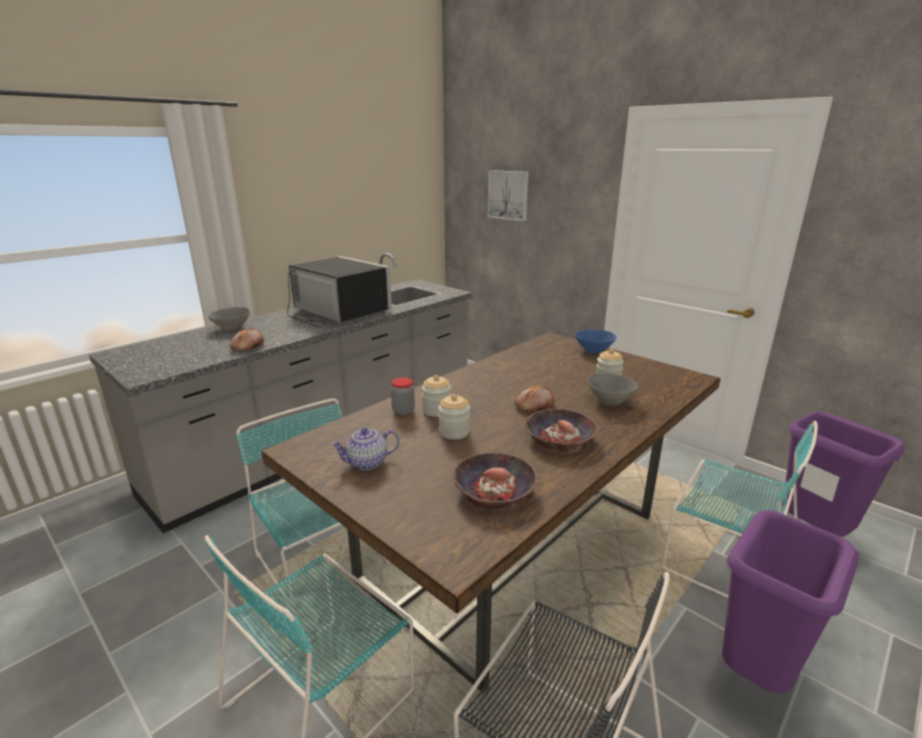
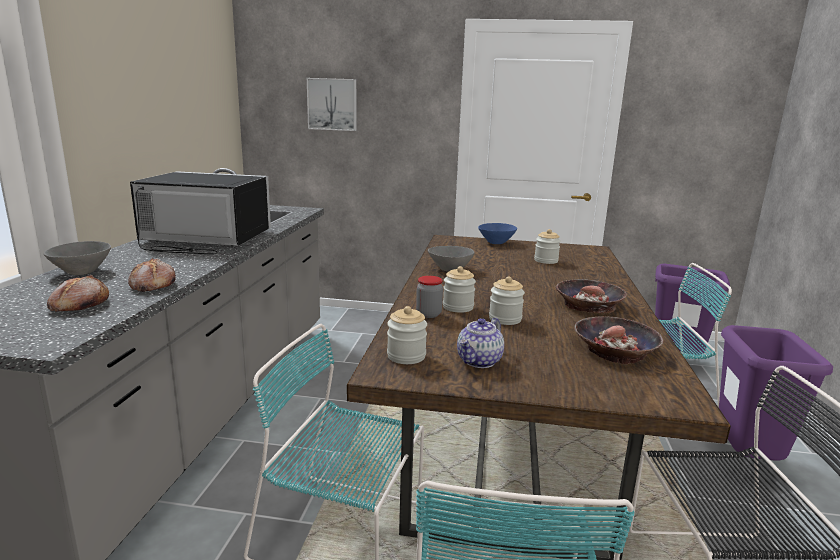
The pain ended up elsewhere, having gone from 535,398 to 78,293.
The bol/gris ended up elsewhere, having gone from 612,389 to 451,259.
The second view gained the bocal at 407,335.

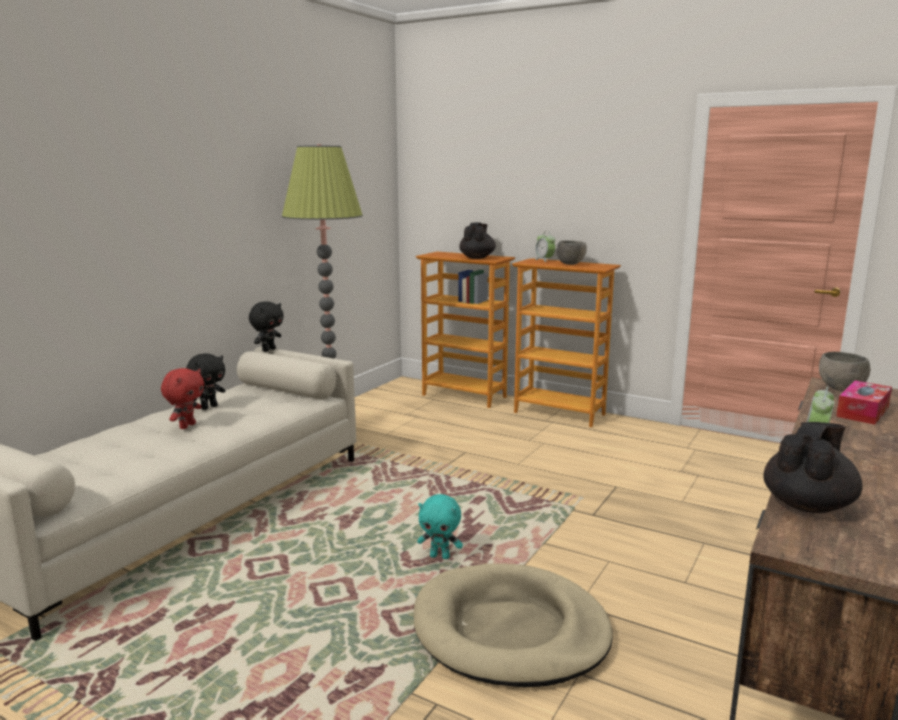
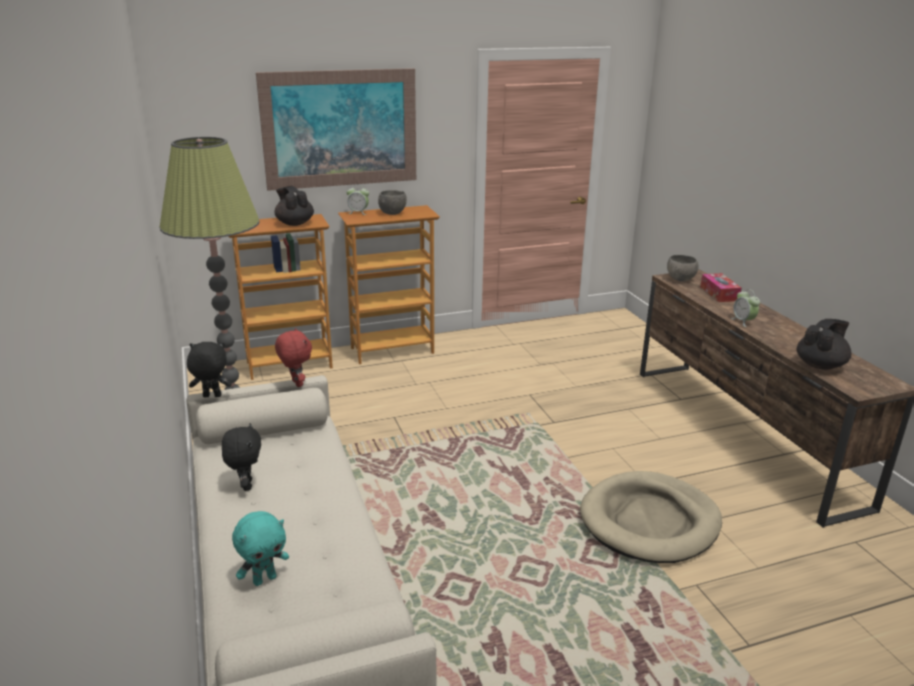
The peluche/rouge ended up elsewhere, having gone from 182,398 to 293,357.
The peluche/noir at 266,326 ended up facing another way, 75 degrees counterclockwise from before.
The peluche/turquoise ended up elsewhere, having gone from 440,526 to 260,548.
The théière/noir at 813,467 ended up facing another way, 60 degrees clockwise from before.
The second view gained the tableau at 336,129.

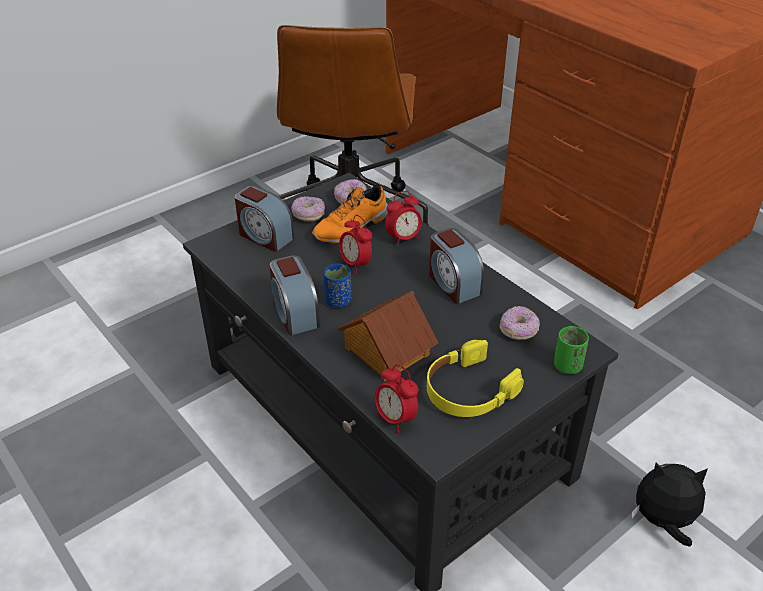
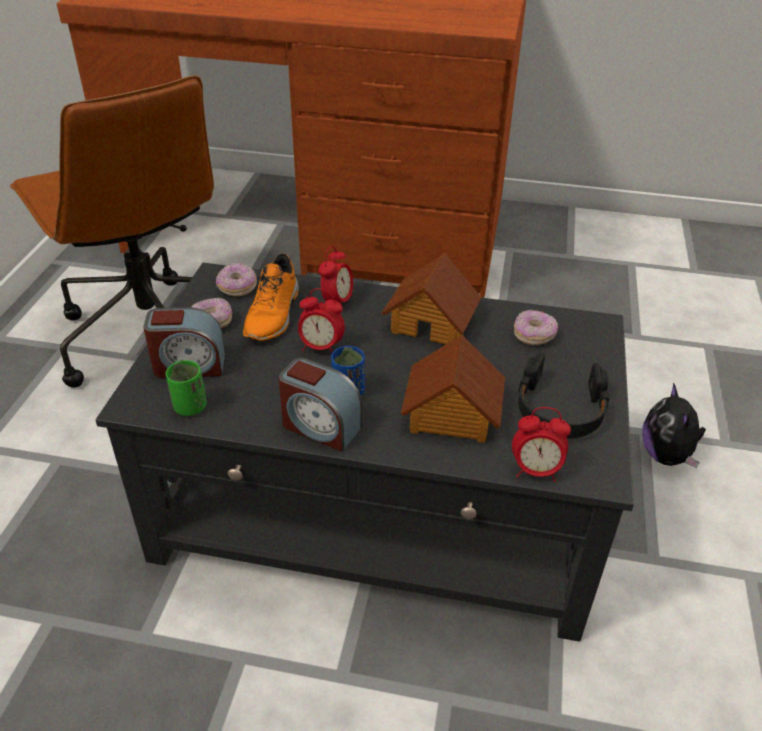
What was the casque audio/jaune at 475,378 turned into the casque audio/noir at 563,396.
Where the réveil stood at 456,266, the maison miniature came to stand at 432,299.
The tasse/vert ended up elsewhere, having gone from 571,350 to 186,388.
The peluche at 670,505 ended up facing another way, 60 degrees counterclockwise from before.

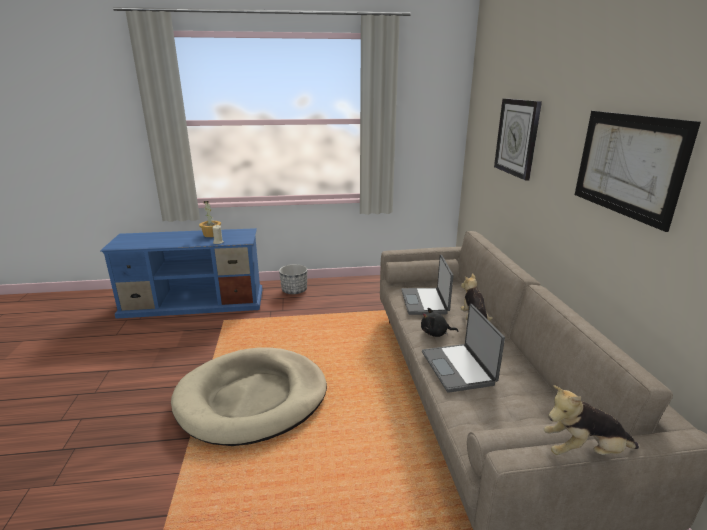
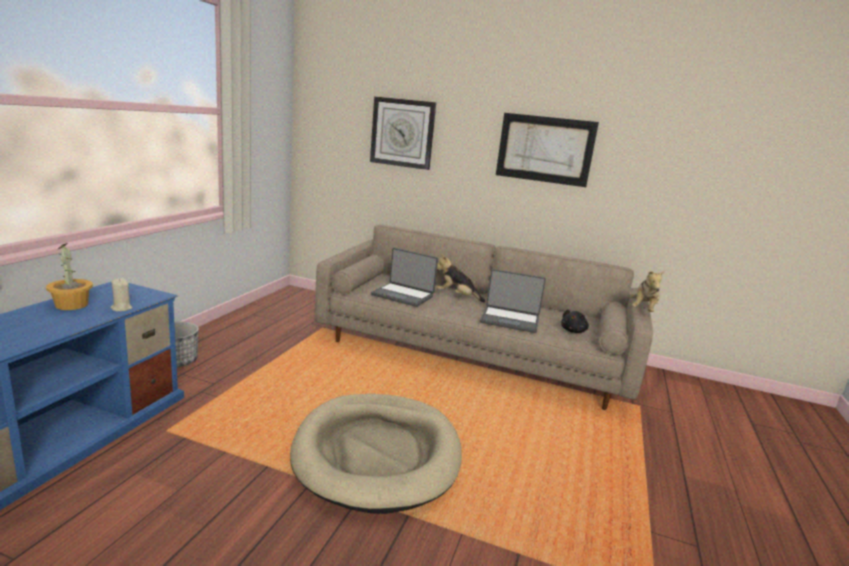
The peluche/noir ended up elsewhere, having gone from 440,322 to 575,321.

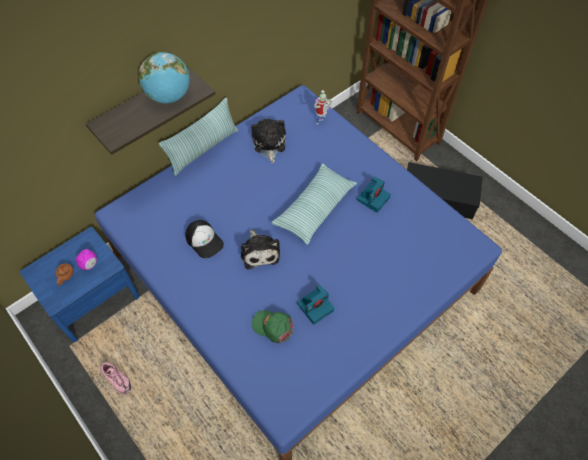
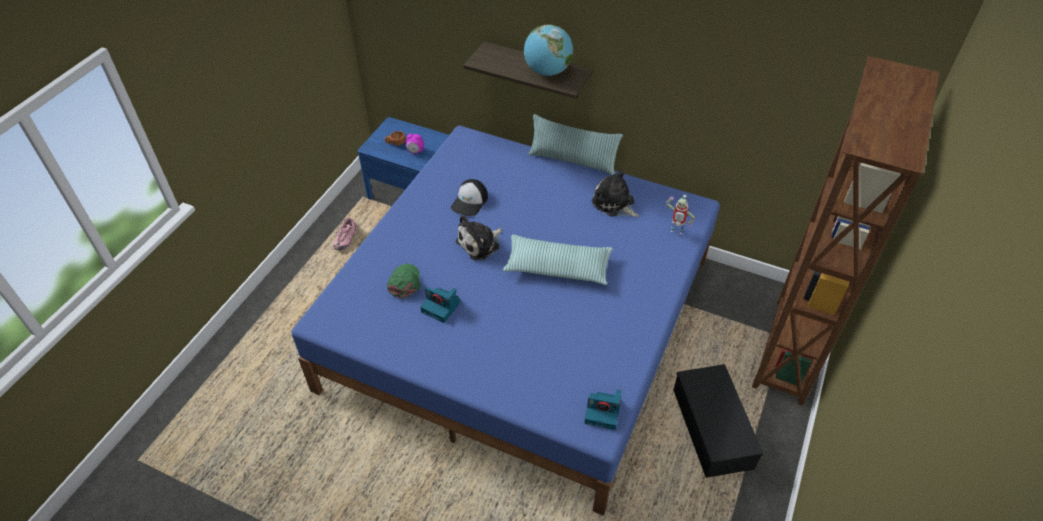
The peluche at 268,141 ended up facing another way, 105 degrees counterclockwise from before.
The appareil photo ended up elsewhere, having gone from 374,194 to 602,409.

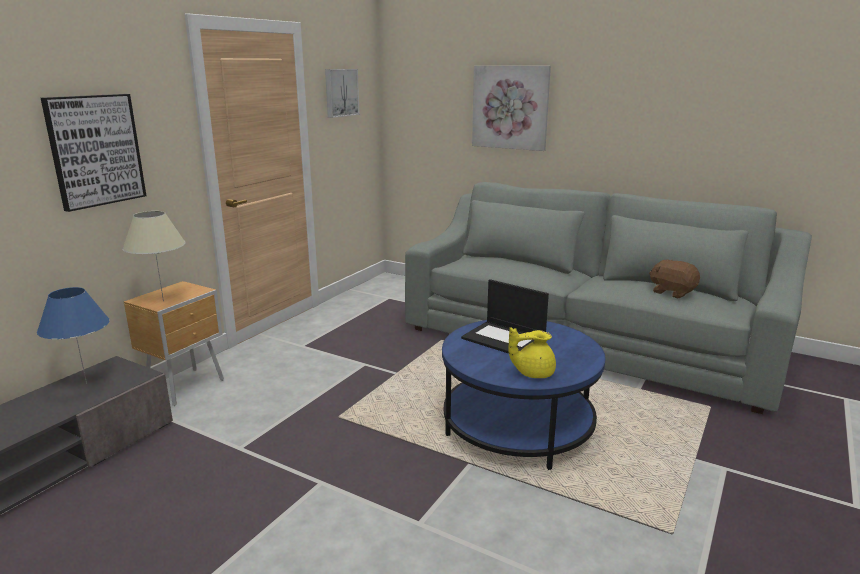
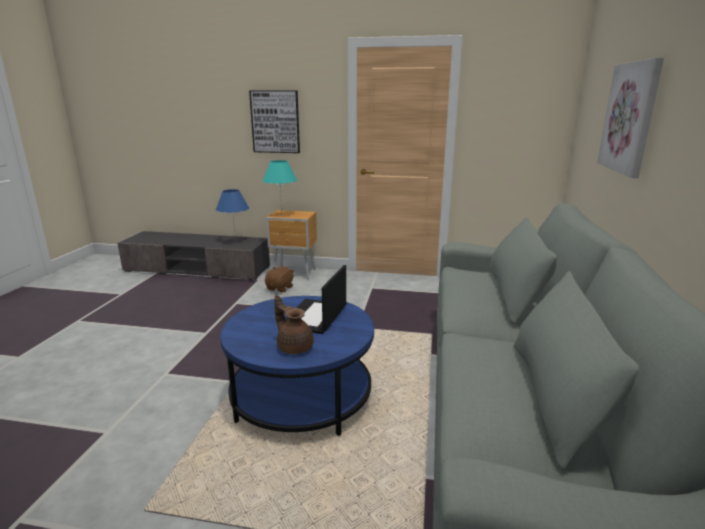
What was the lampe de table/beige at 154,256 turned into the lampe de table/turquoise at 280,186.
The second view lost the tableau at 342,93.
The second view lost the théière/jaune at 532,352.
The peluche/marron ended up elsewhere, having gone from 674,278 to 279,279.
The second view gained the théière/marron at 294,324.

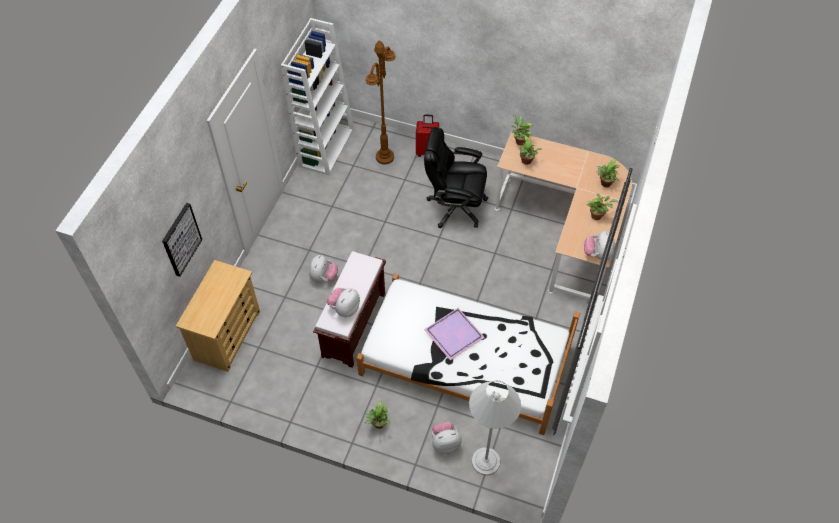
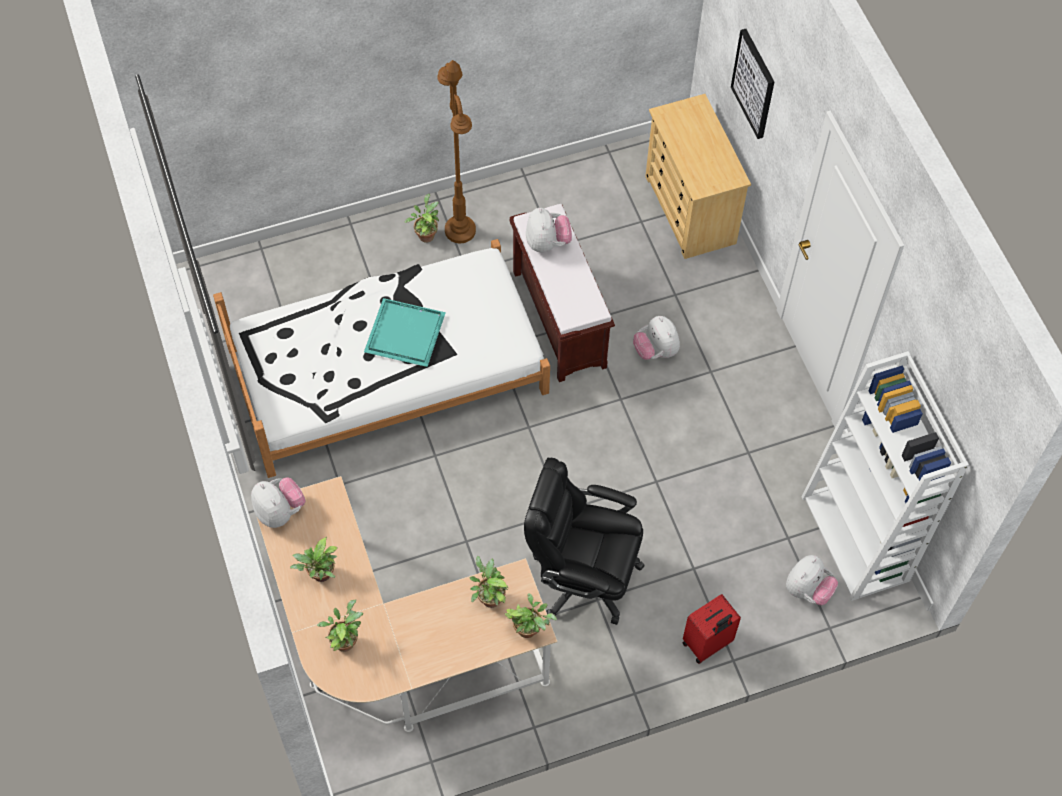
The lampadaire/marron ended up elsewhere, having gone from 380,102 to 456,151.
The chaise de bureau/noir at 456,177 ended up facing another way, 135 degrees counterclockwise from before.
What was the plateau/violet at 454,334 turned into the plateau/turquoise at 405,332.
The peluche ended up elsewhere, having gone from 447,438 to 812,580.
The second view lost the lampadaire/blanc at 495,427.

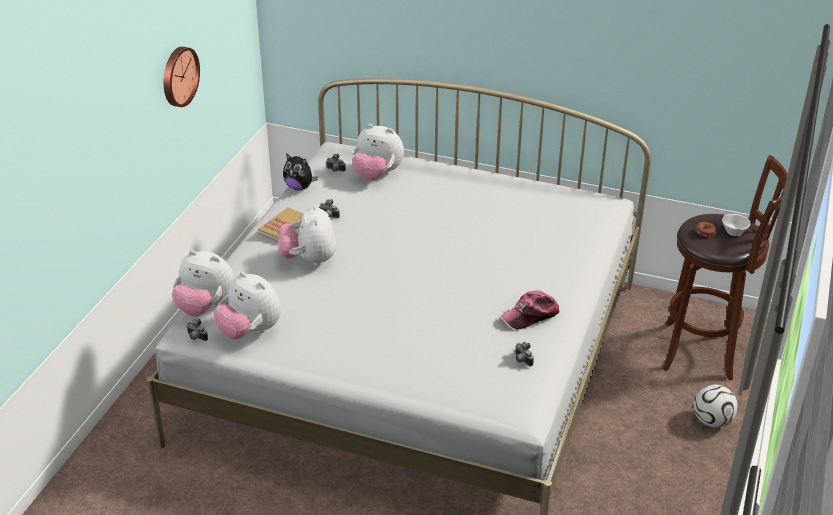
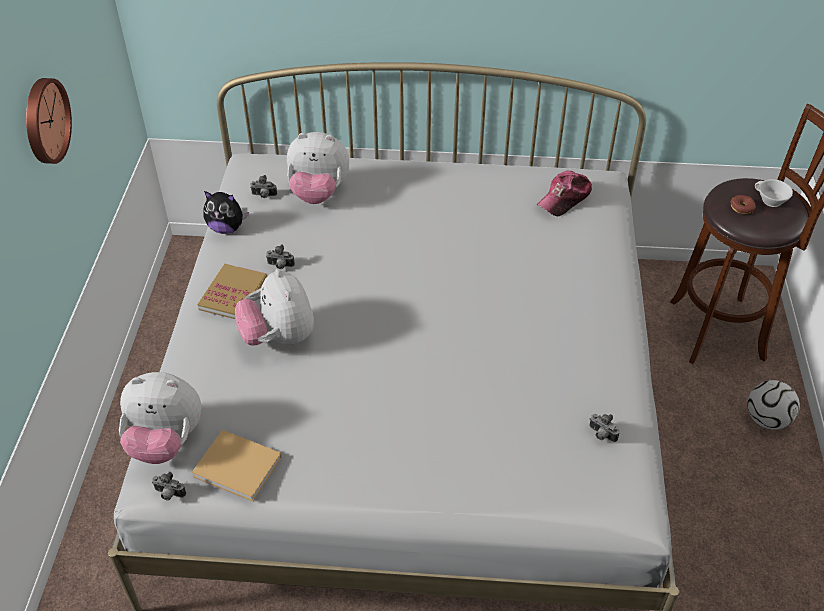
Where the peluche stood at 247,305, the livre/beige came to stand at 237,466.
The casquette ended up elsewhere, having gone from 530,310 to 564,193.

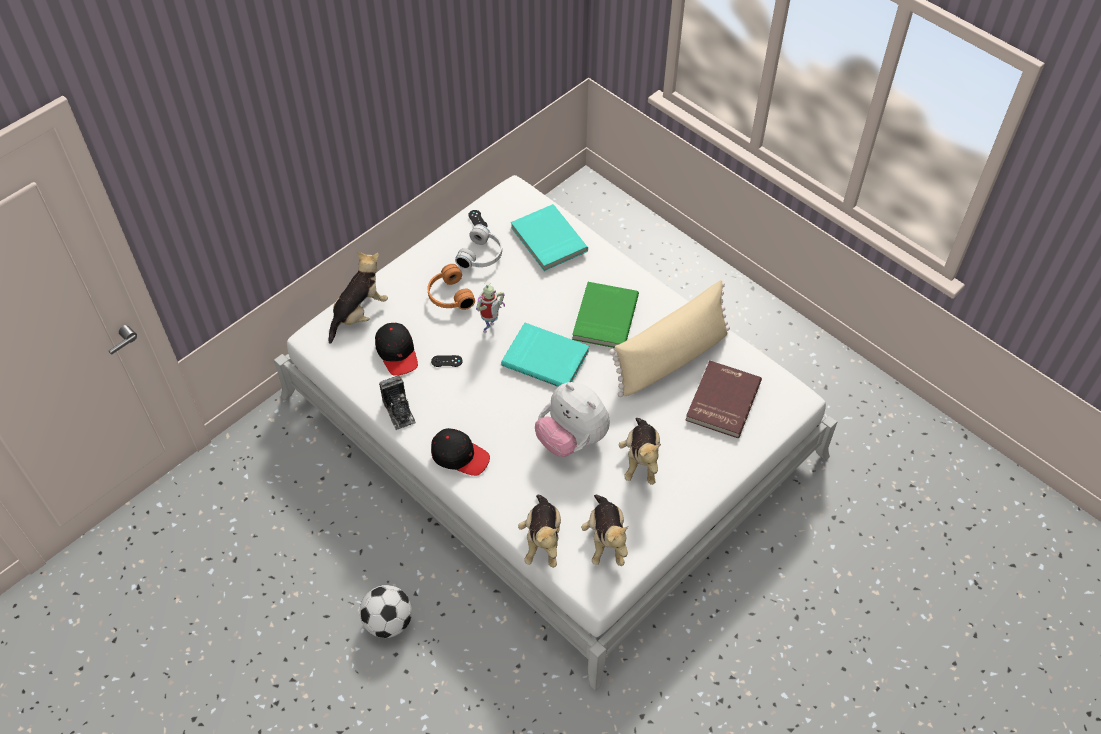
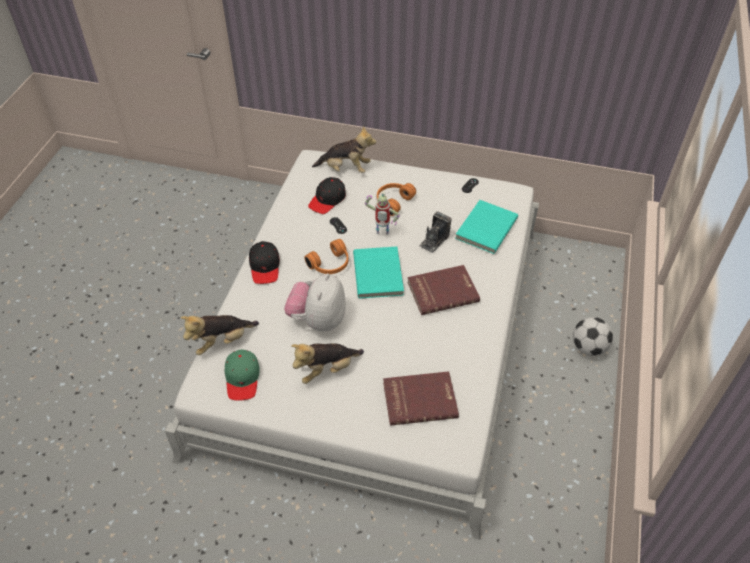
The ballon de foot ended up elsewhere, having gone from 386,611 to 593,336.
The appareil photo ended up elsewhere, having gone from 397,402 to 435,232.
The second view lost the casque audio/blanc at 478,246.
What was the livre/vert at 605,315 turned into the livre/rouge at 443,290.
Where the peluche stood at 604,530, the casquette/vert came to stand at 242,375.
The second view lost the coussin/beige at 669,338.
The second view gained the casque audio/orange at 326,256.

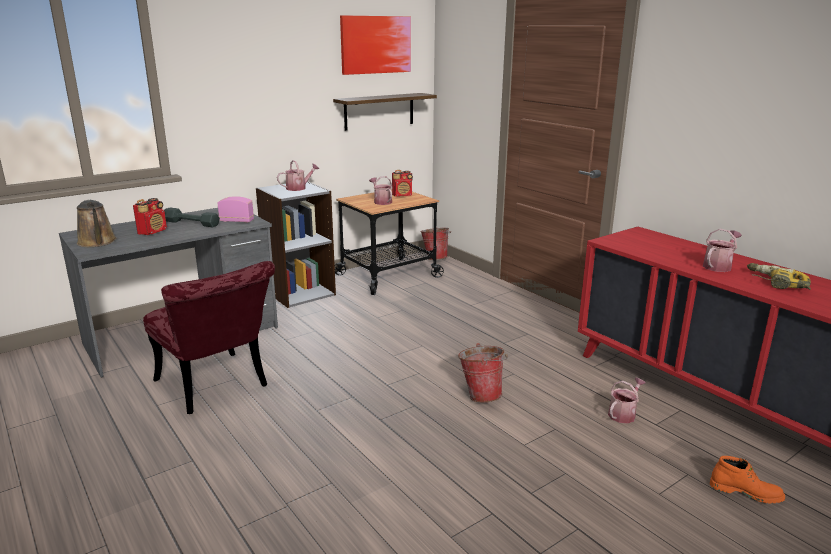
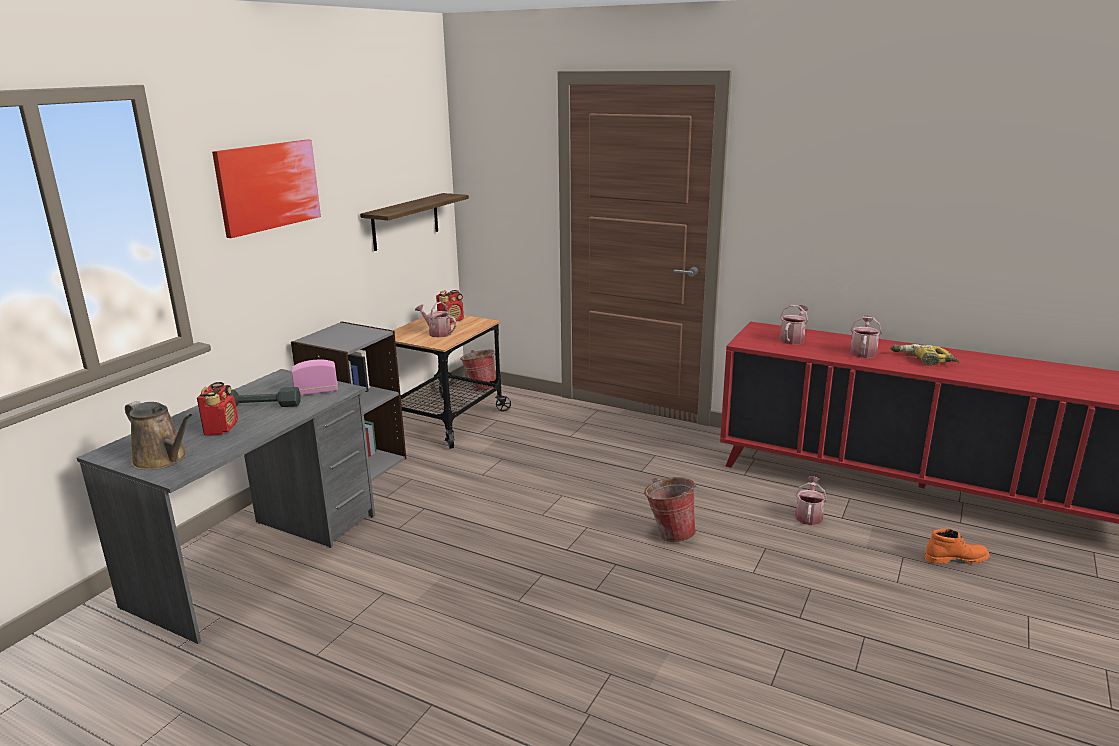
The second view lost the chaise/rouge at 209,337.
The arrosoir ended up elsewhere, having gone from 298,175 to 794,325.
The tableau ended up elsewhere, having gone from 375,45 to 266,189.

